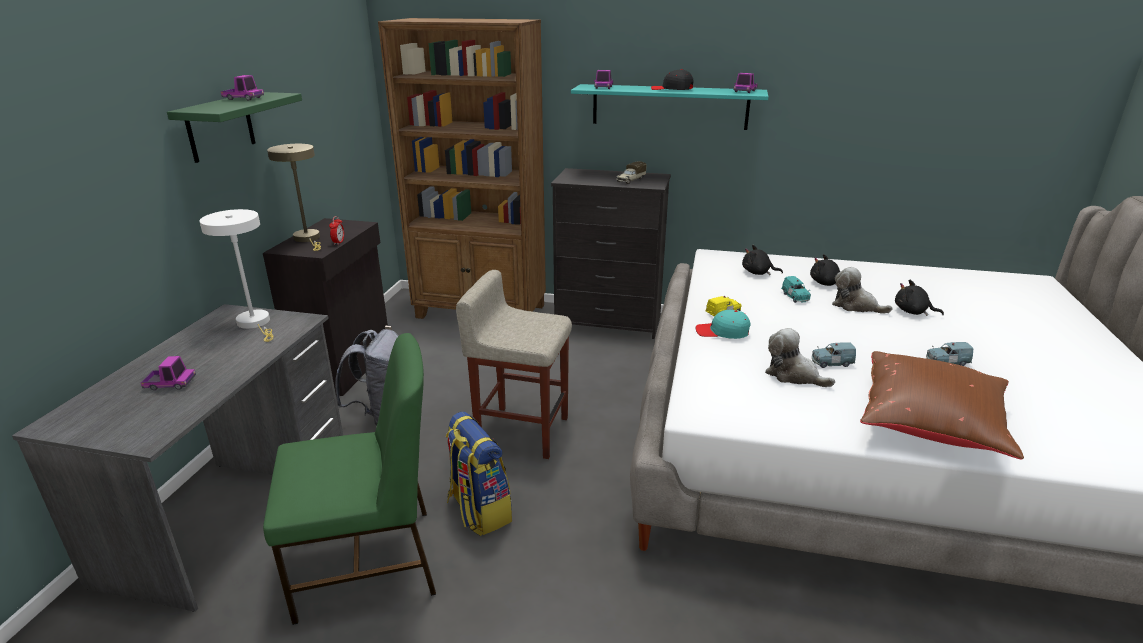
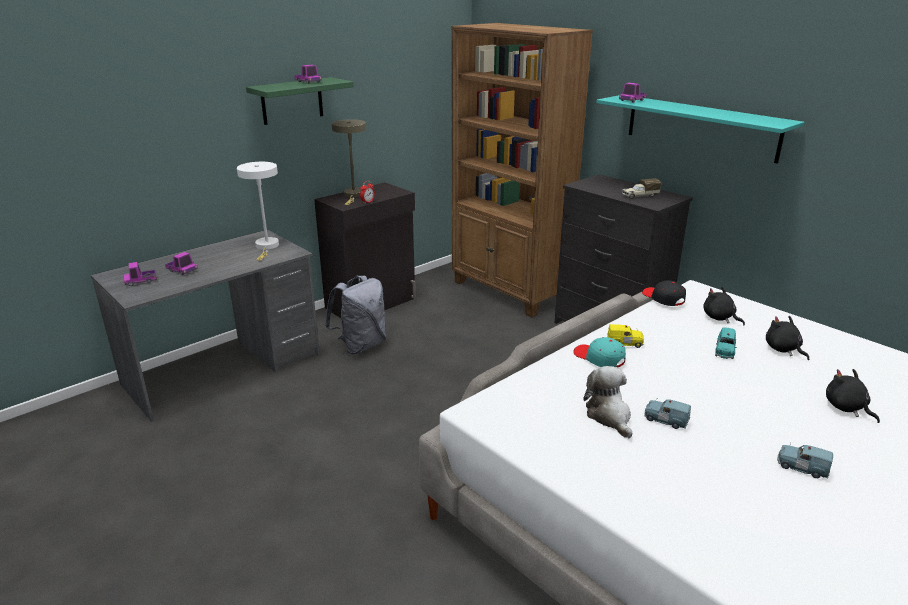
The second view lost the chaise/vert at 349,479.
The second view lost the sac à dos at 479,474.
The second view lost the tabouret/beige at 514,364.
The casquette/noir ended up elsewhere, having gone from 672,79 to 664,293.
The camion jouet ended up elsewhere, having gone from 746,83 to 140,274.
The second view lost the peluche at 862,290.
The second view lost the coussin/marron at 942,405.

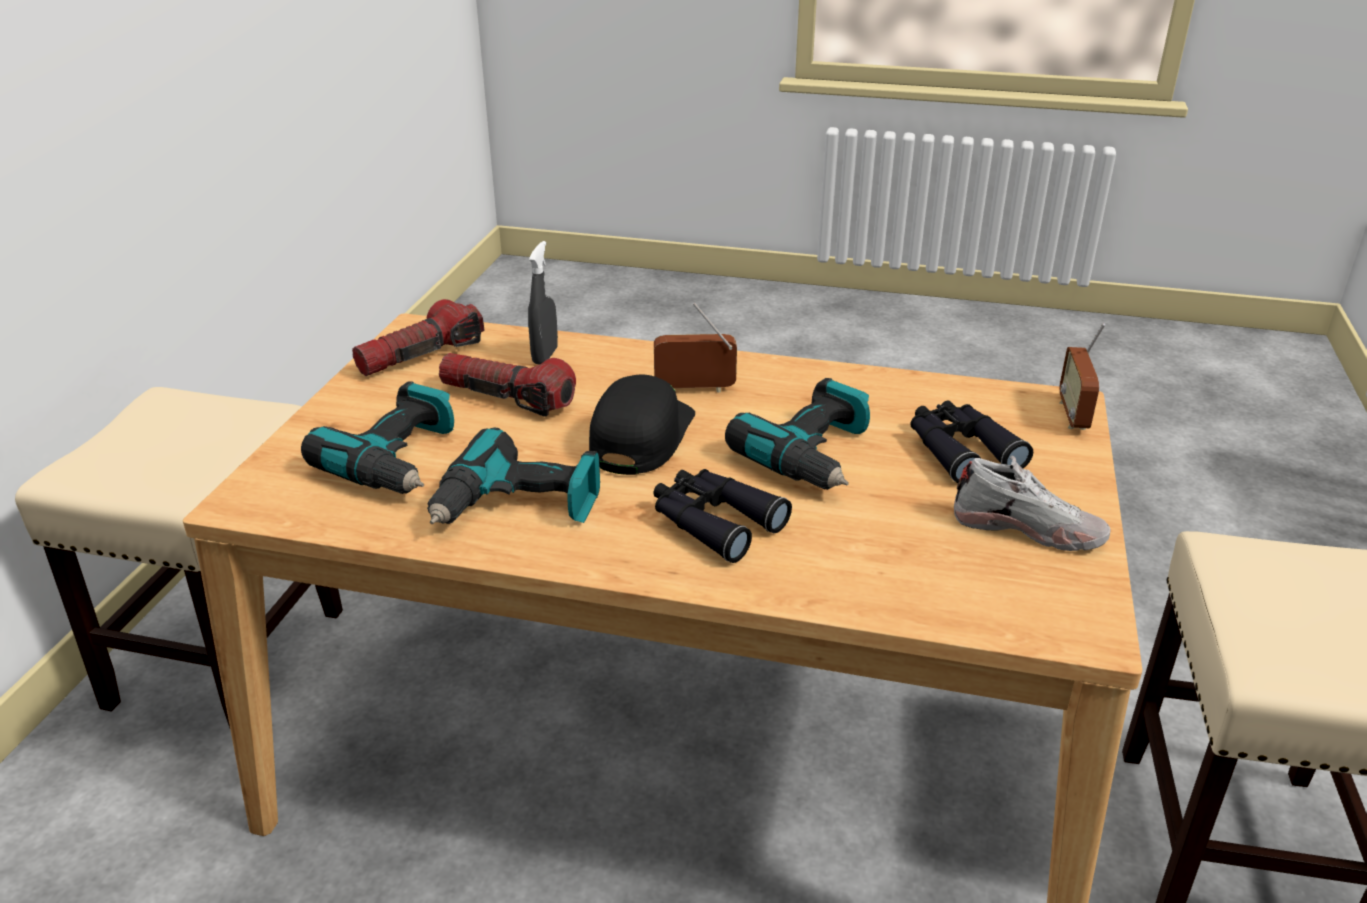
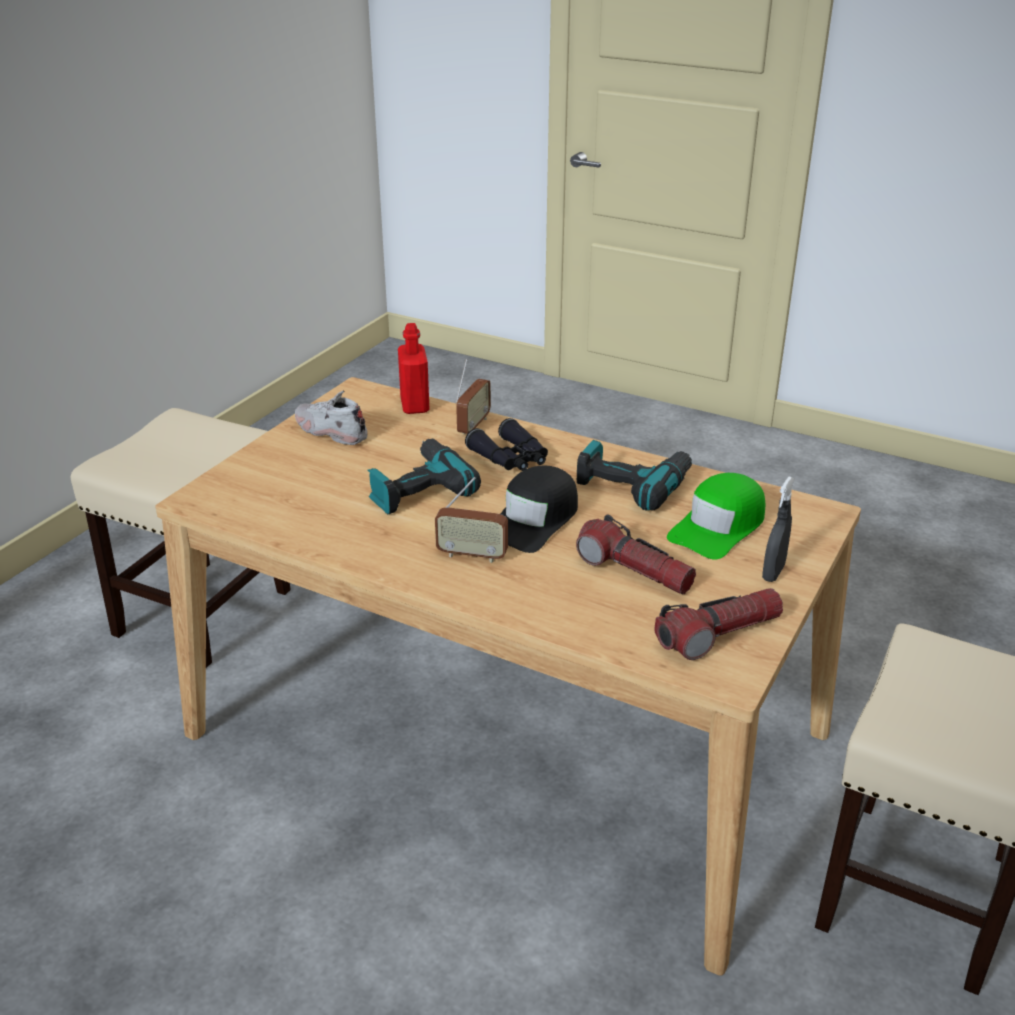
Where the perceuse stood at 377,438, the casquette/vert came to stand at 716,516.
The vaporisateur/gris ended up elsewhere, having gone from 543,302 to 778,529.
The second view lost the jumelles/noir at 971,441.
The radio ended up elsewhere, having gone from 1082,376 to 473,396.
The second view gained the bouteille/rouge at 414,368.

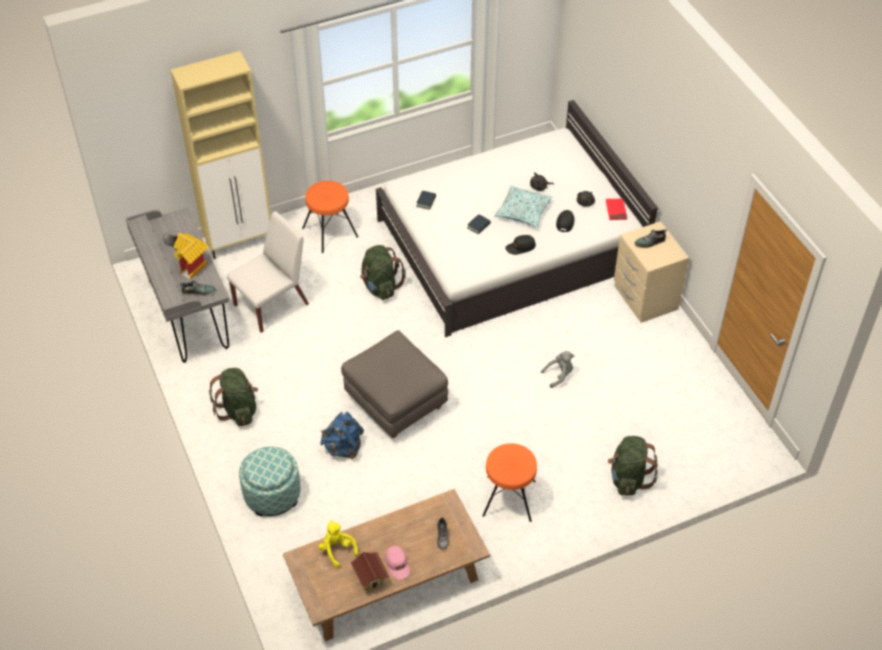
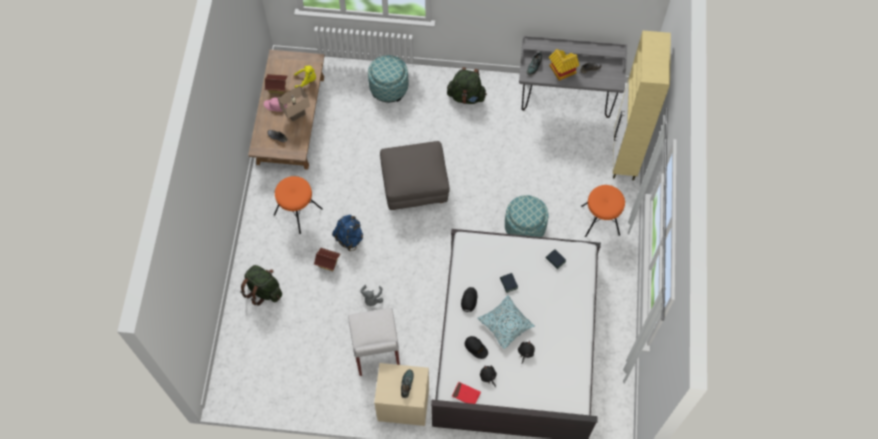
The chaise/blanc ended up elsewhere, having gone from 268,272 to 374,342.
The sac à dos/bleu ended up elsewhere, having gone from 342,436 to 347,233.
Where the sac à dos/vert stood at 383,272, the pouf came to stand at 526,216.
The second view gained the lampe de table/beige at 294,103.
The second view gained the maison miniature at 327,259.

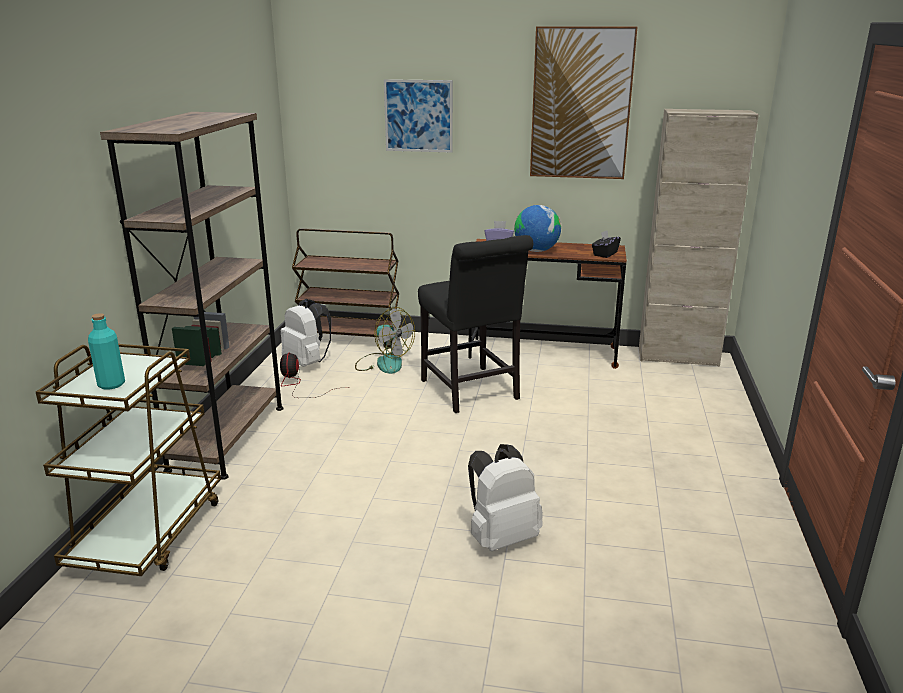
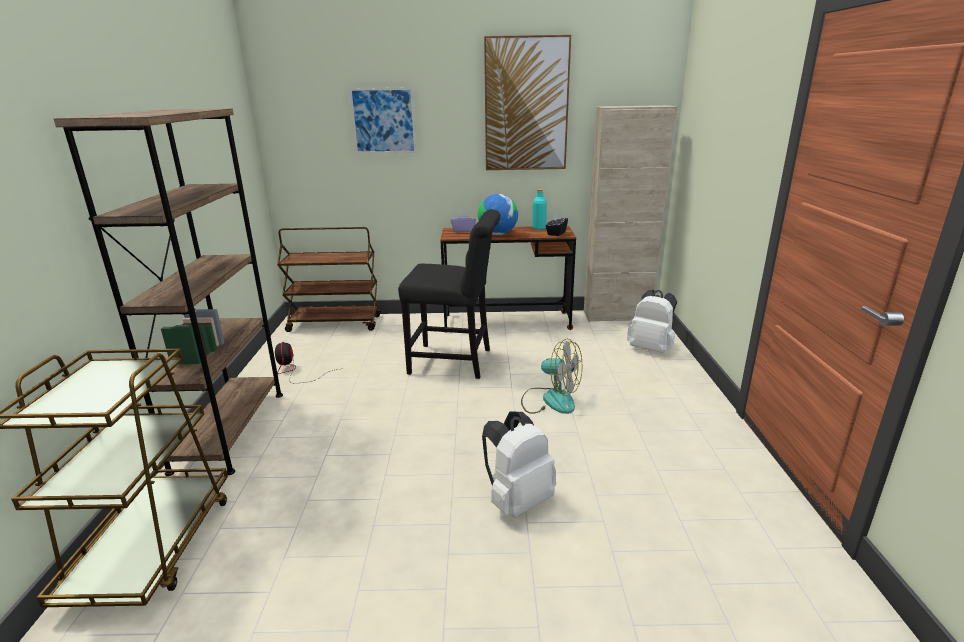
The bouteille/turquoise ended up elsewhere, having gone from 106,351 to 539,209.
The sac à dos/blanc ended up elsewhere, having gone from 306,333 to 652,321.
The ventilateur ended up elsewhere, having gone from 385,340 to 551,376.
The chaise/noir at 475,324 ended up facing another way, 45 degrees counterclockwise from before.

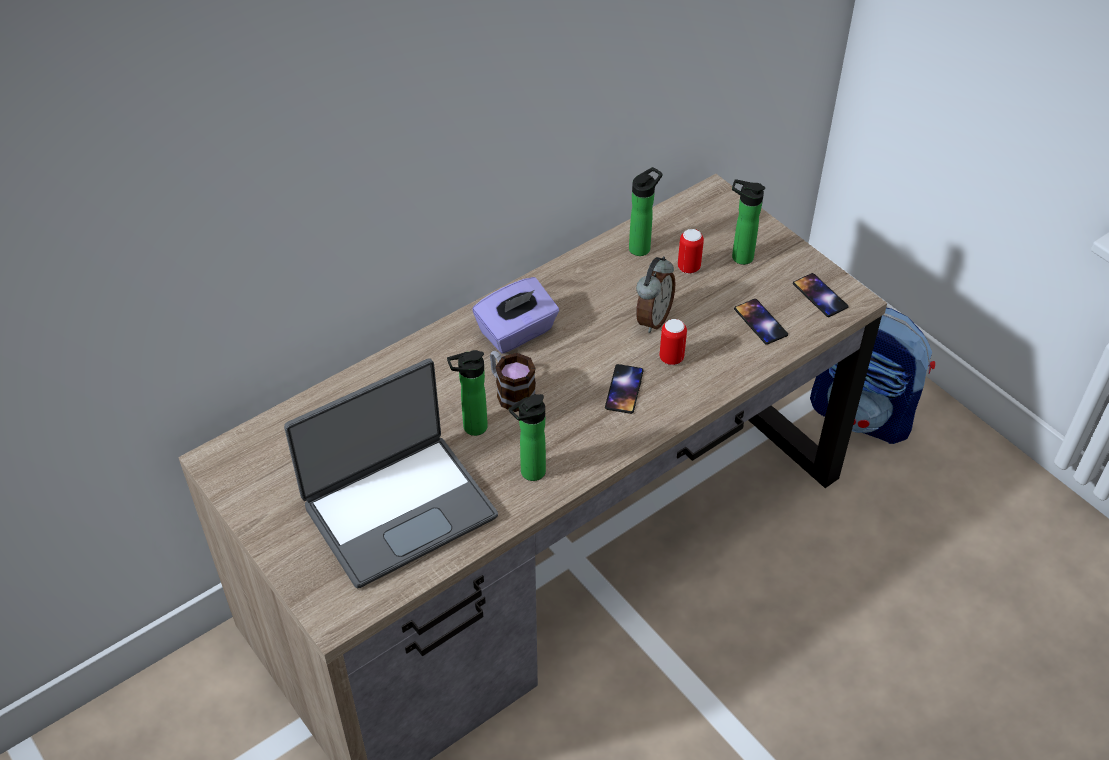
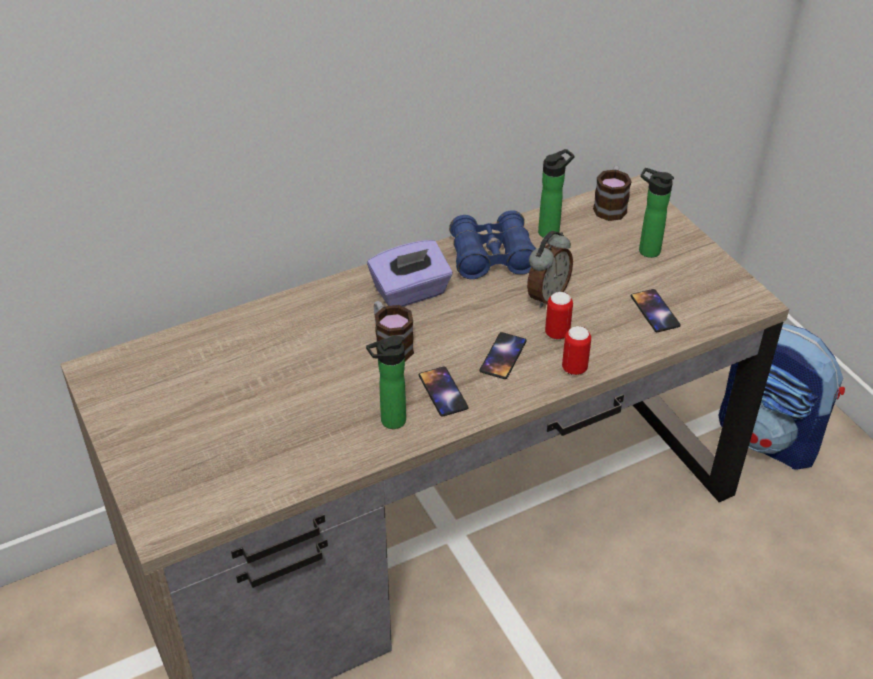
The second view lost the ordinateur portable at 391,473.
The second view lost the bouteille at 467,393.
The boîte métallique ended up elsewhere, having gone from 691,251 to 576,350.
The téléphone ended up elsewhere, having gone from 820,295 to 443,391.
The second view gained the jumelles/bleu at 492,244.
The second view gained the mug at 612,193.

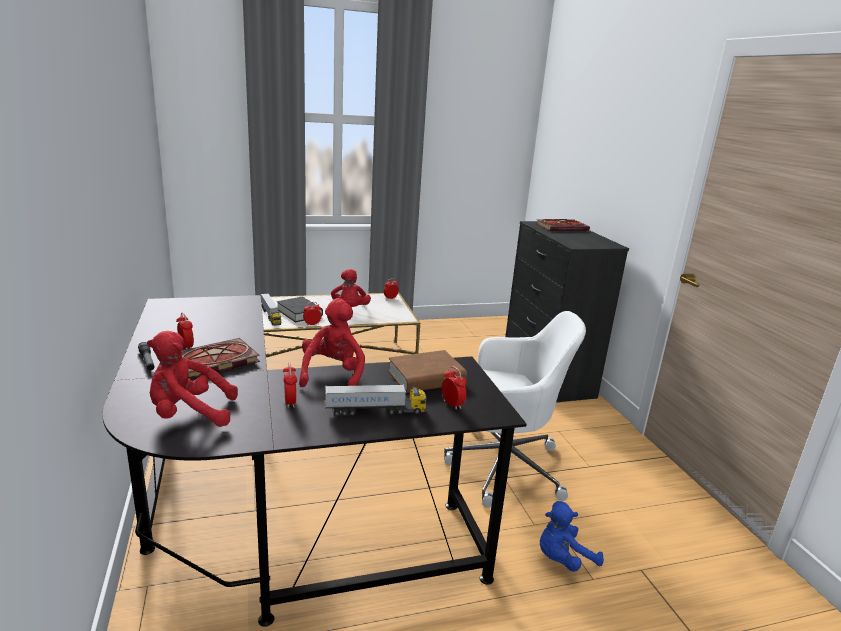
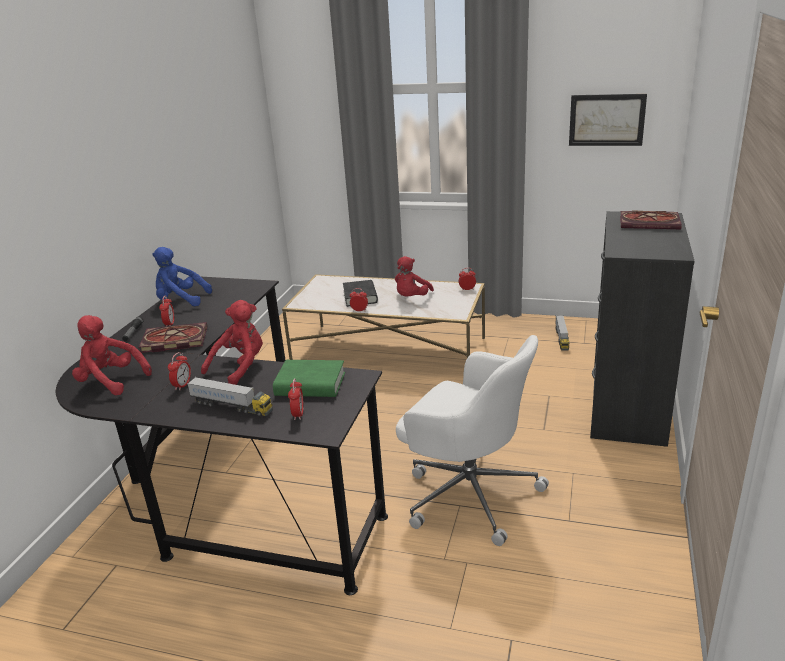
The camion jouet ended up elsewhere, having gone from 270,309 to 562,332.
What was the livre/marron at 427,371 turned into the livre/vert at 309,378.
The peluche/bleu ended up elsewhere, having gone from 572,536 to 182,276.
The second view gained the tableau at 608,120.

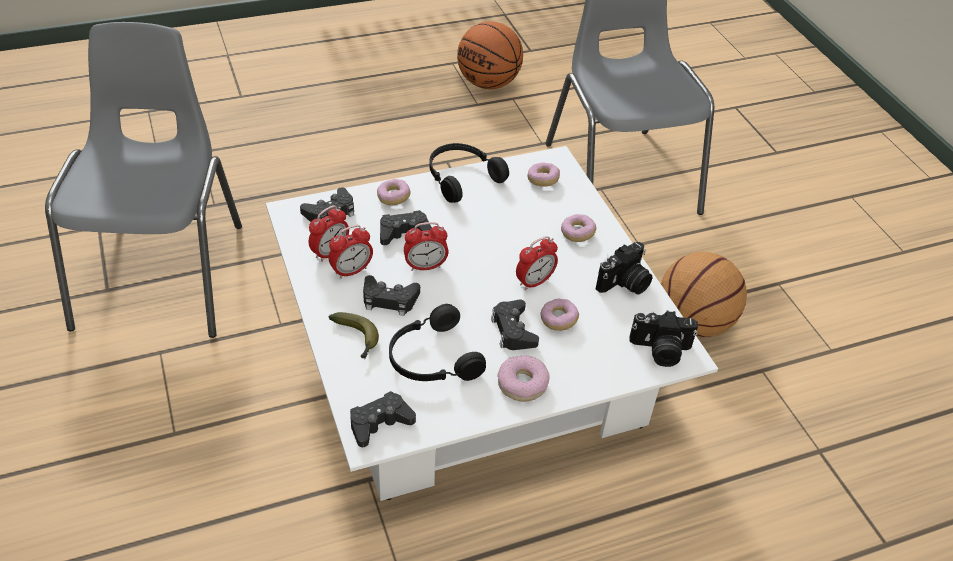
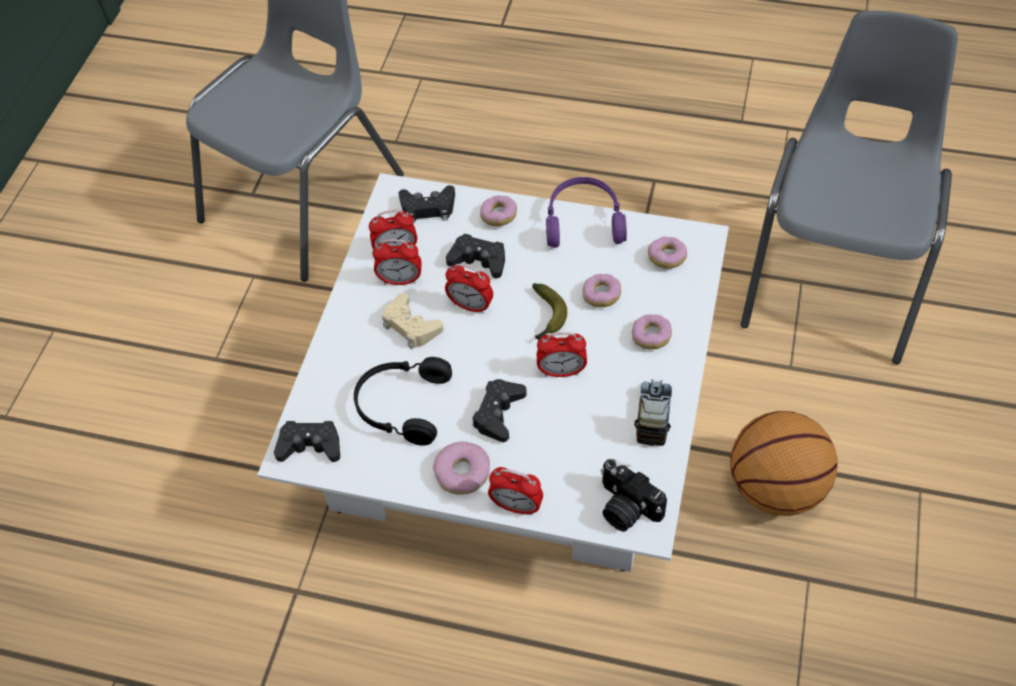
The banane ended up elsewhere, having gone from 354,335 to 549,311.
What was the manette/noir at 391,295 turned into the manette/beige at 412,321.
What was the casque audio/noir at 469,173 turned into the casque audio/violet at 586,212.
The second view lost the ballon de basket at 490,55.
The beignet ended up elsewhere, having gone from 559,315 to 602,290.
Where the appareil photo stood at 624,268, the camion jouet came to stand at 653,412.
The second view gained the réveil at 515,491.

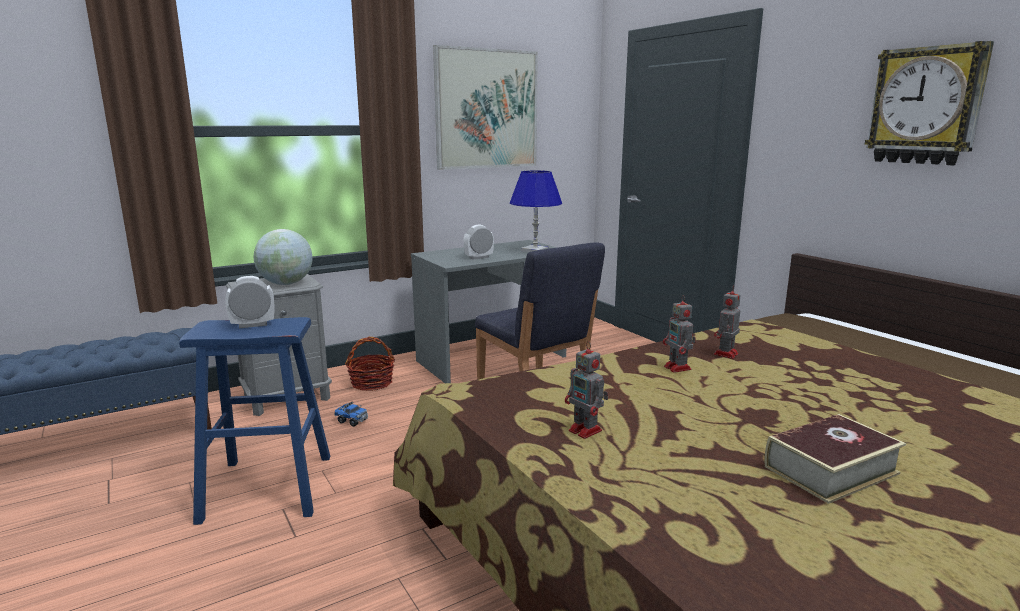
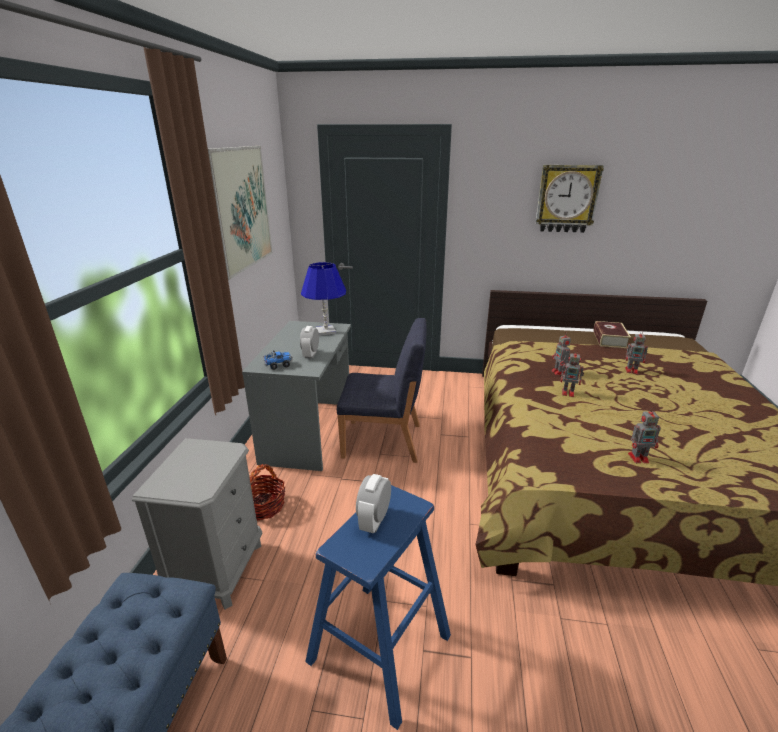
The second view lost the globe at 283,257.
The camion jouet ended up elsewhere, having gone from 351,414 to 278,360.
The livre ended up elsewhere, having gone from 835,459 to 612,334.
The second view gained the robot jouet at 636,352.

